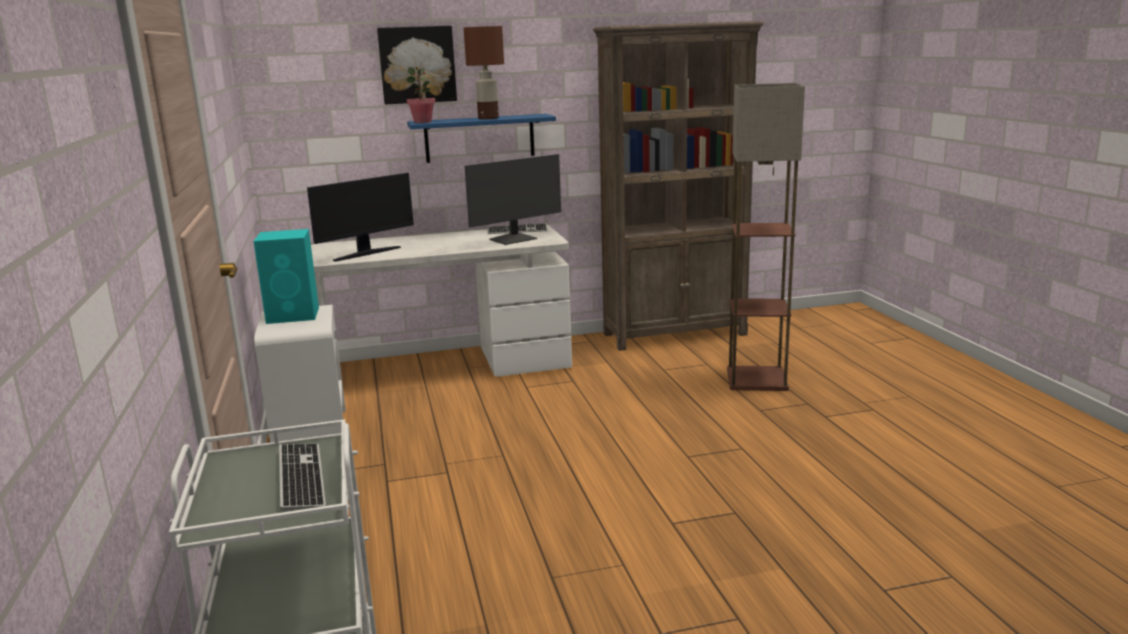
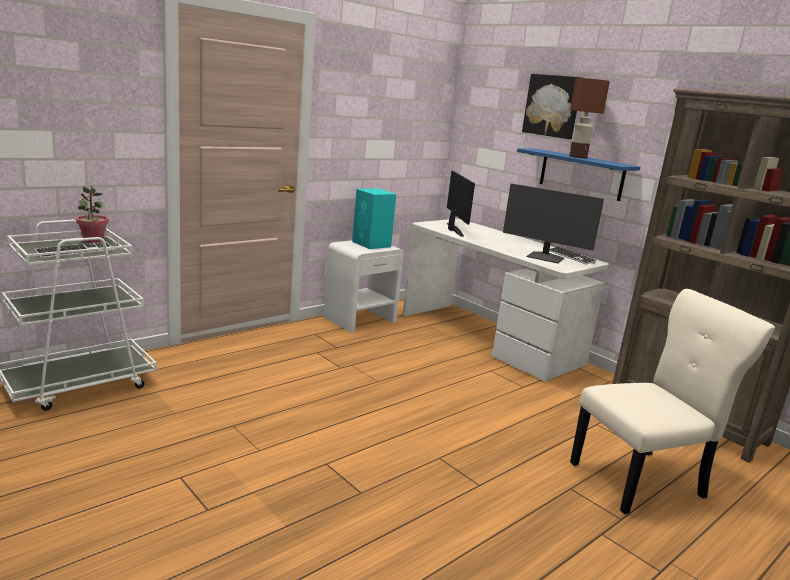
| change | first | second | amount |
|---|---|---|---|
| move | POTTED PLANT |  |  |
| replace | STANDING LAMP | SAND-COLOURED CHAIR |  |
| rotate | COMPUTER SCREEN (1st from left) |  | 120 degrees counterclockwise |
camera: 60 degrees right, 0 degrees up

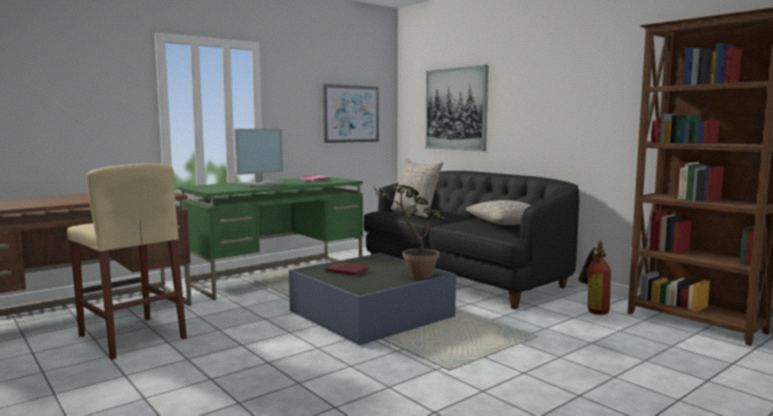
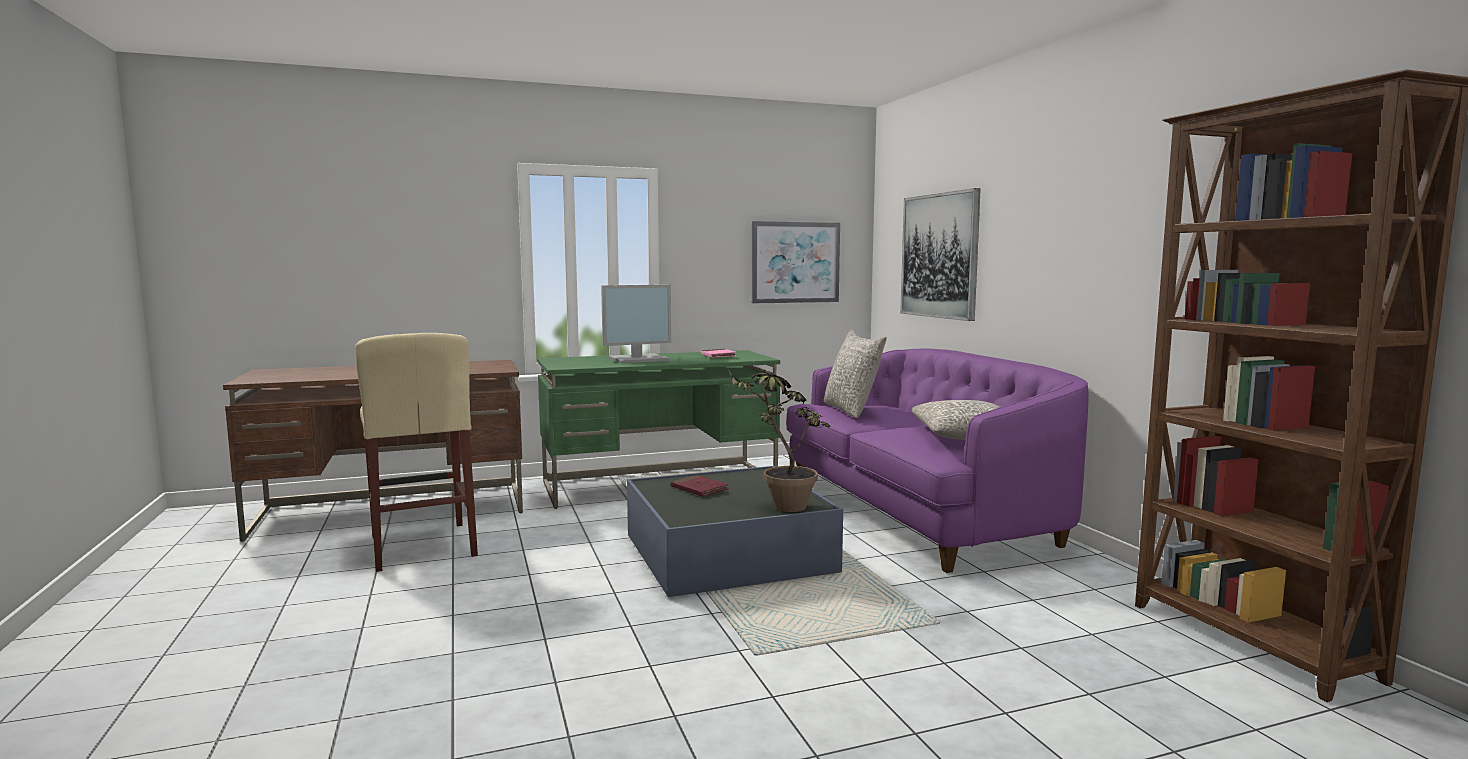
| change | first | second | amount |
|---|---|---|---|
| recolor | BLACK SOFA | PURPLE SOFA |  |
| delete | FIRE EXTINGUISHER |  |  |
camera: 20 degrees right, 0 degrees up

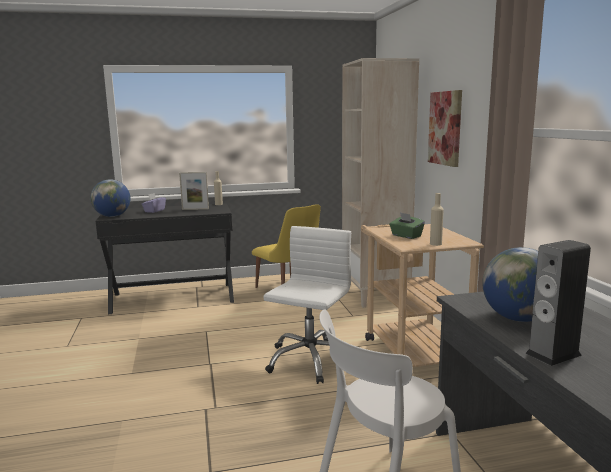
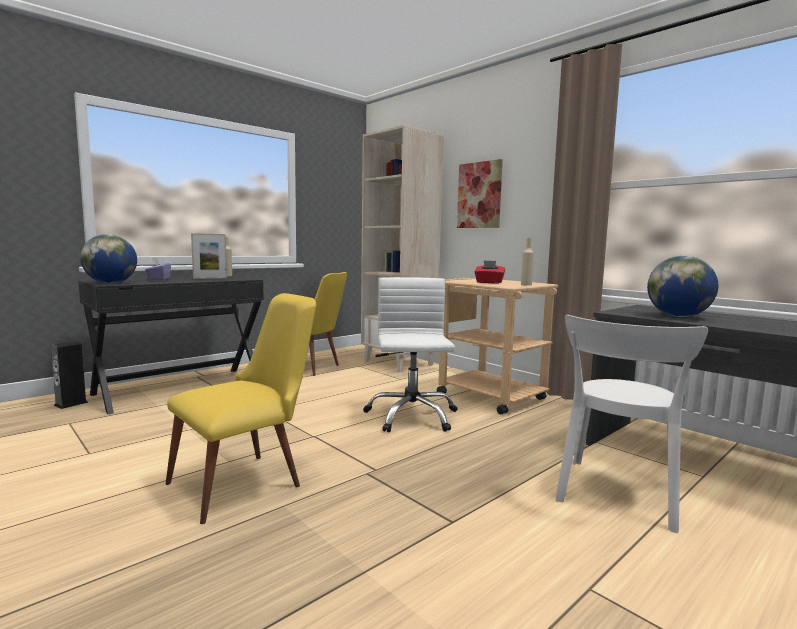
| change | first | second | amount |
|---|---|---|---|
| recolor | GREEN-COLOURED BOX OF TISSUES | RED-COLOURED BOX OF TISSUES |  |
| move | LOUDSPEAKER |  |  |
| insert |  | YELLOWISH CHAIR (1st from left) |  |
camera: 30 degrees left, 5 degrees down

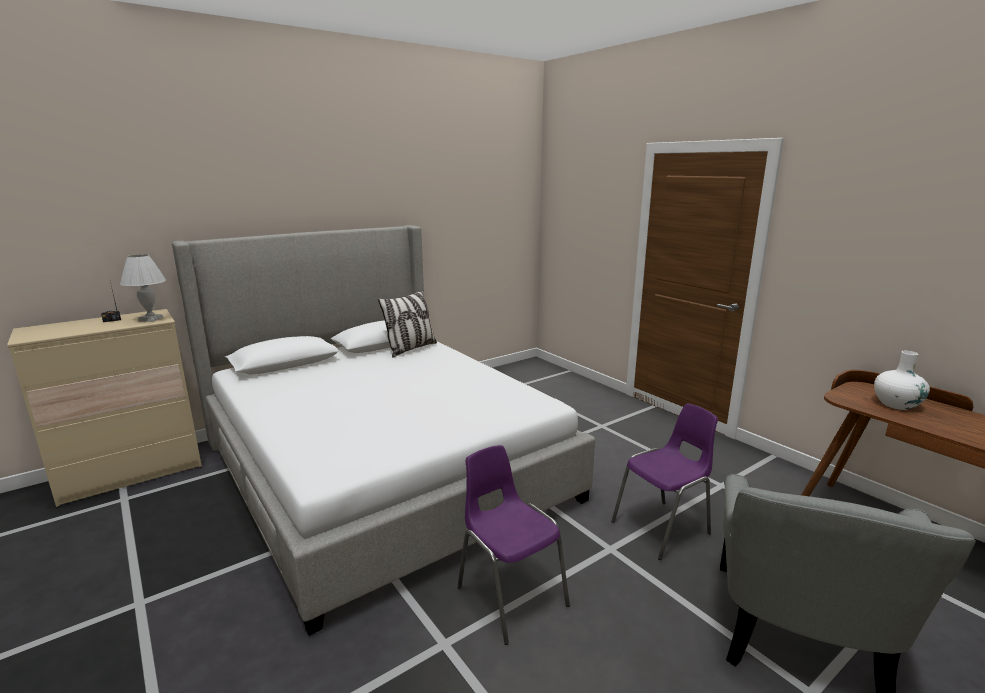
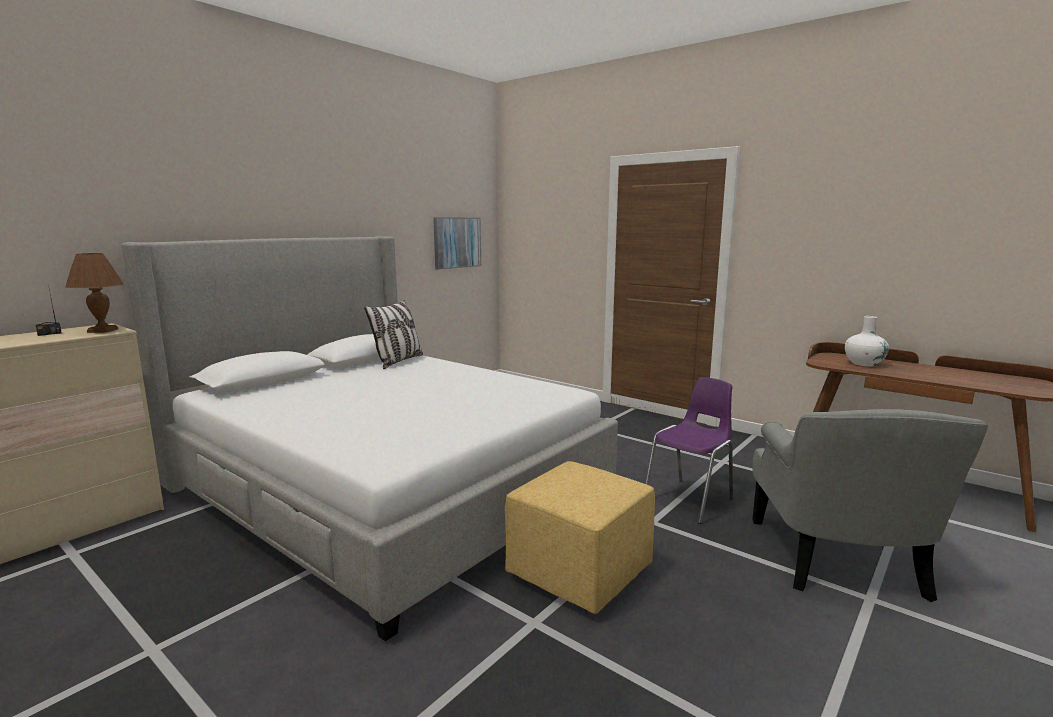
| change | first | second | amount |
|---|---|---|---|
| recolor | WHITISH LAMP FOR A TABLE | BROWN-COLOURED LAMP FOR A TABLE |  |
| replace | PURPLE CHAIR (1st from left) | YELLOWISH POUFFE |  |
| insert |  | WALL PICTURE |  |
camera: 15 degrees left, 5 degrees down

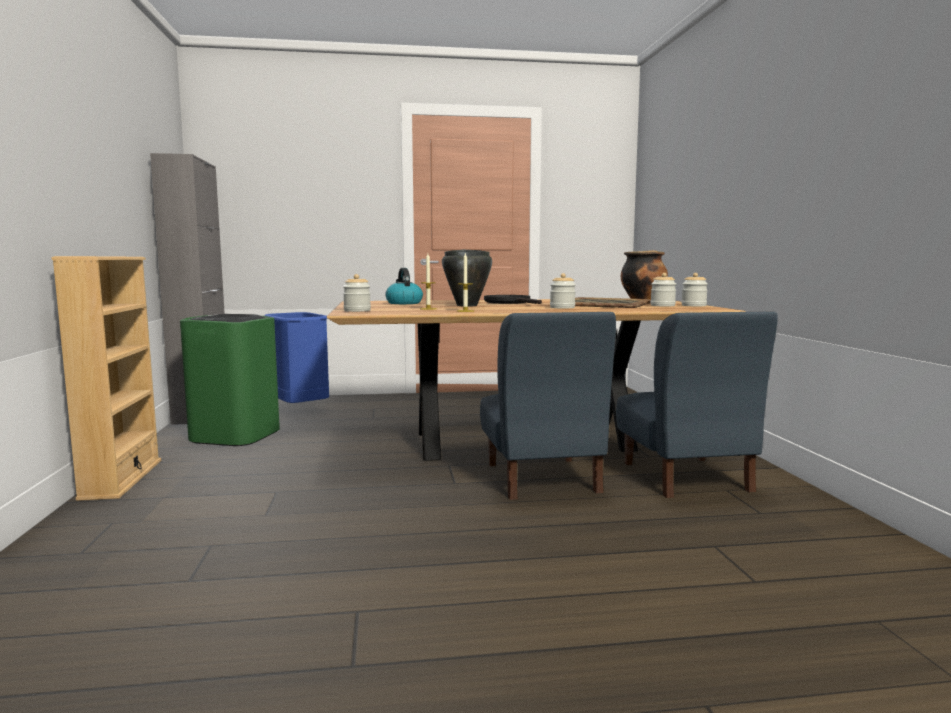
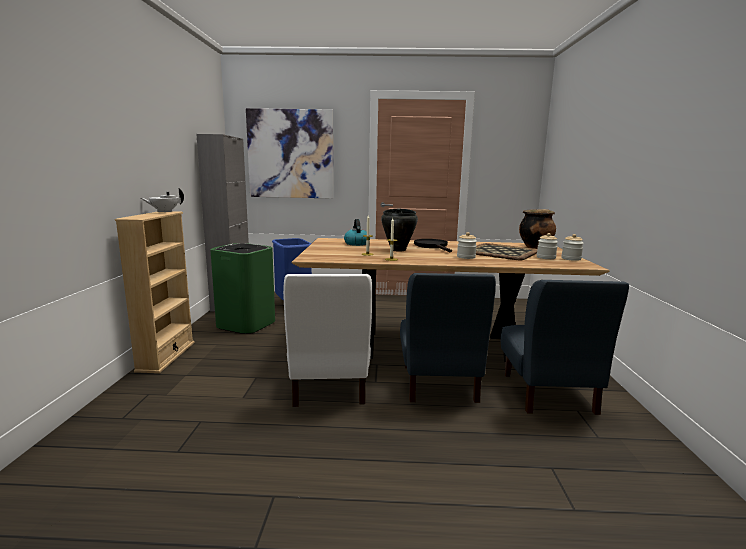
| change | first | second | amount |
|---|---|---|---|
| delete | PRESERVE JAR (1st from left) |  |  |
| insert |  | WALL PICTURE |  |
| insert |  | WHITISH TEAPOT |  |
| insert |  | WHITISH CHAIR |  |
camera: 10 degrees right, 5 degrees up

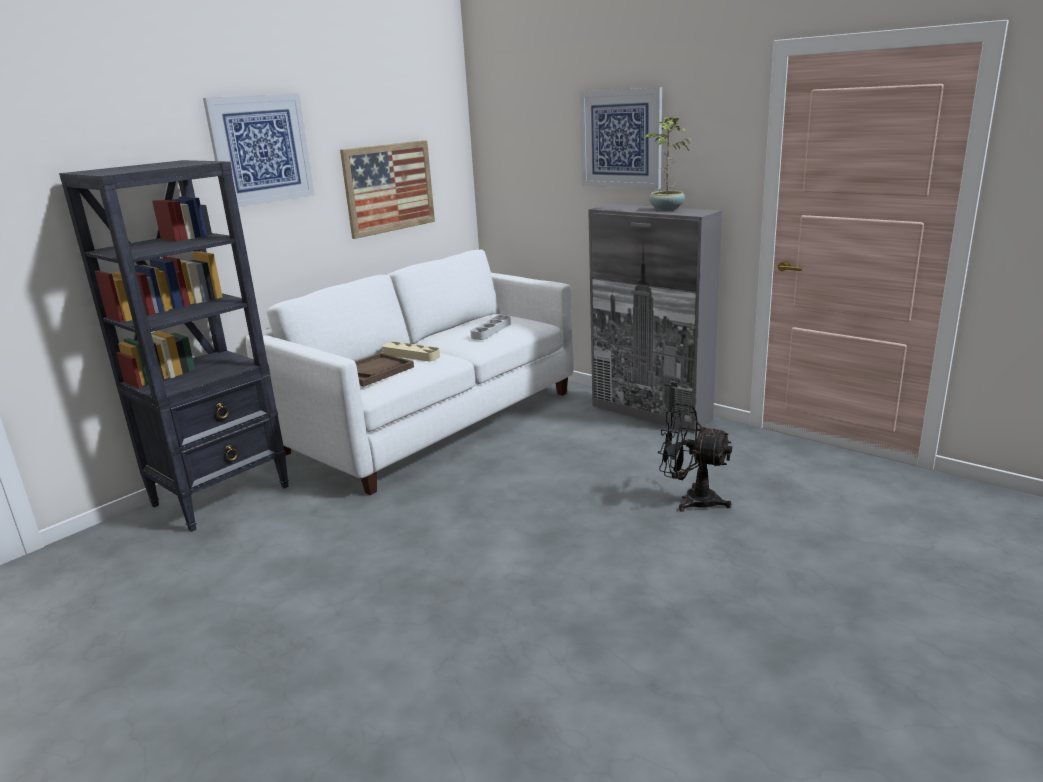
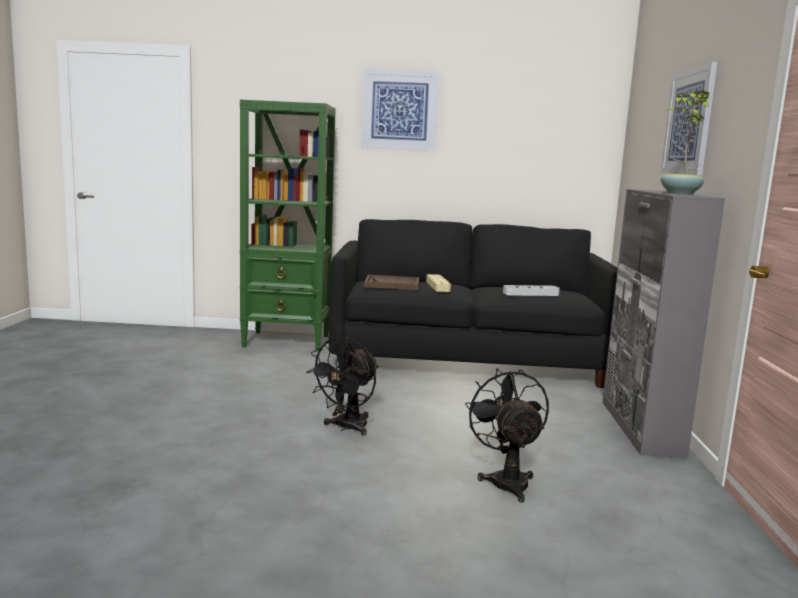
| change | first | second | amount |
|---|---|---|---|
| delete | WALL PICTURE (2nd from left) |  |  |
| recolor | BLACK BOOKSHELF | GREEN-COLOURED BOOKSHELF |  |
| recolor | WHITISH SOFA | BLACK SOFA |  |
| insert |  | BLACK ELECTRIC FAN (1st from left) |  |
camera: 50 degrees right, 10 degrees down

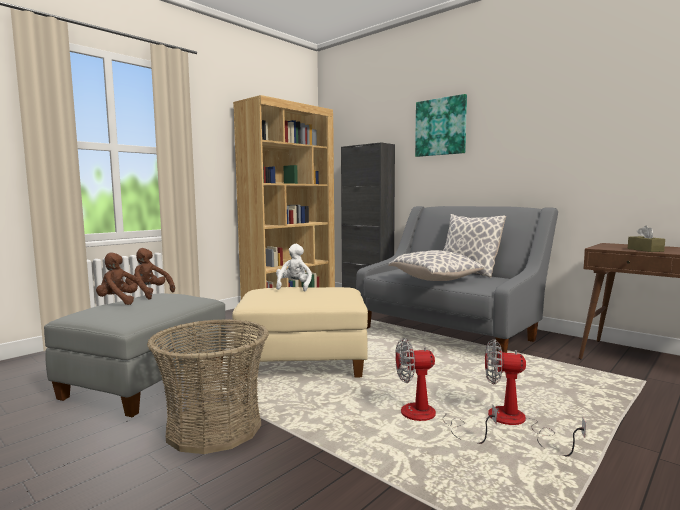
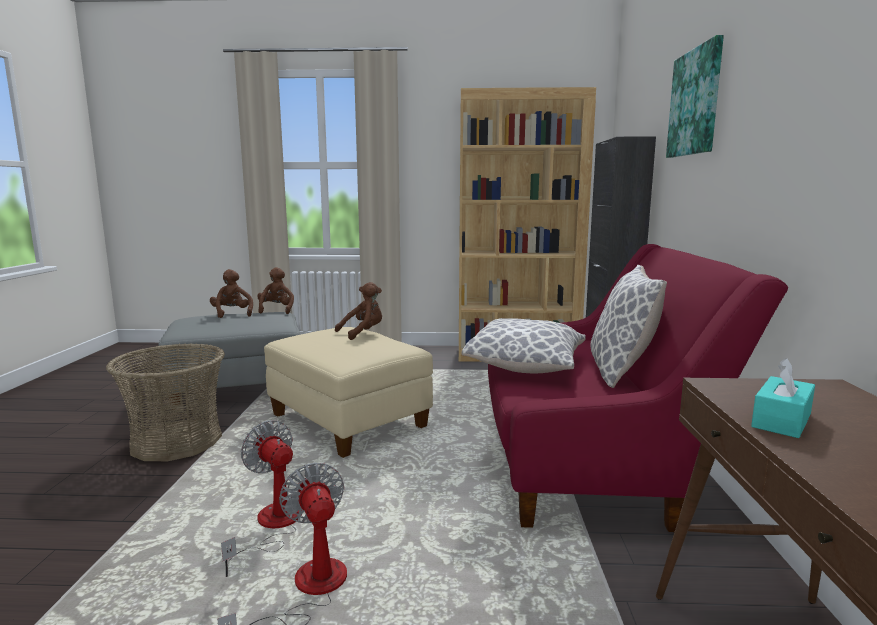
| change | first | second | amount |
|---|---|---|---|
| recolor | GREYISH SOFA | RED-COLOURED SOFA |  |
| recolor | BROWN-COLOURED BOX OF TISSUES | BLUE-GREEN BOX OF TISSUES |  |
| recolor | WHITISH SOFT TOY | BROWN-COLOURED SOFT TOY (3rd from left) |  |
camera: 50 degrees right, 5 degrees up

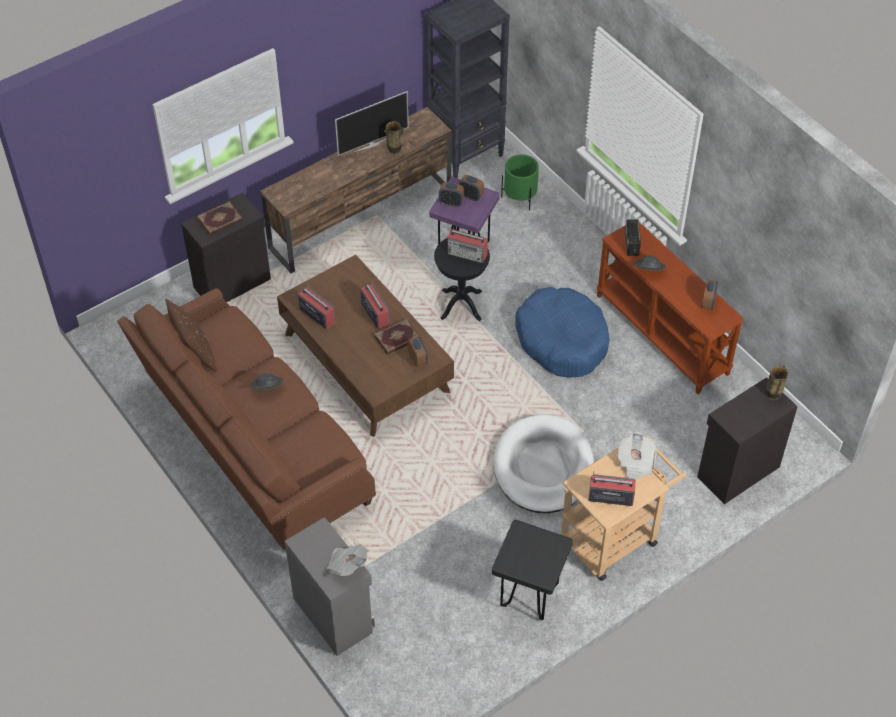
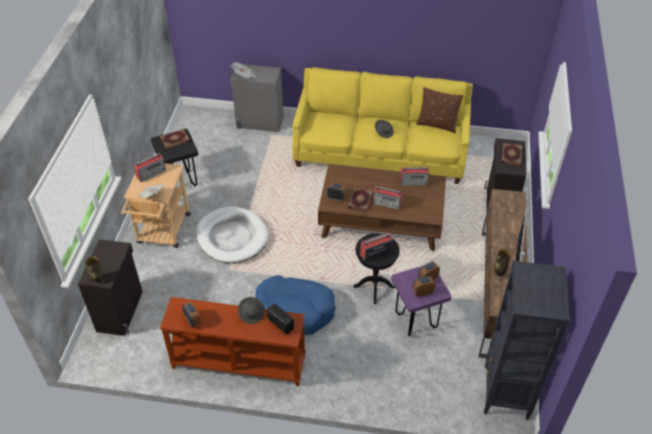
| change | first | second | amount |
|---|---|---|---|
| delete | GREEN-COLOURED PLANTER |  |  |
| recolor | BROWN-COLOURED SOFA | YELLOWISH SOFA |  |
| insert |  | BOUND BOOK (1st from left) |  |
camera: 135 degrees right, 5 degrees down

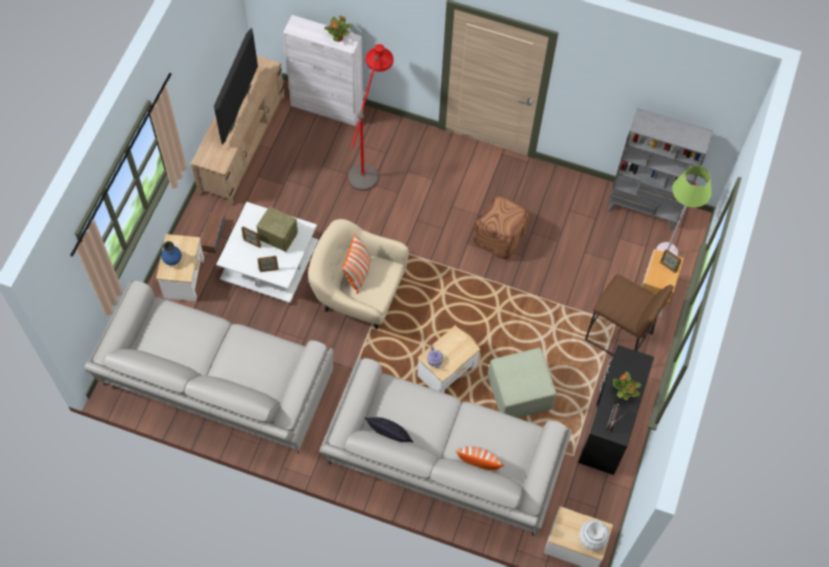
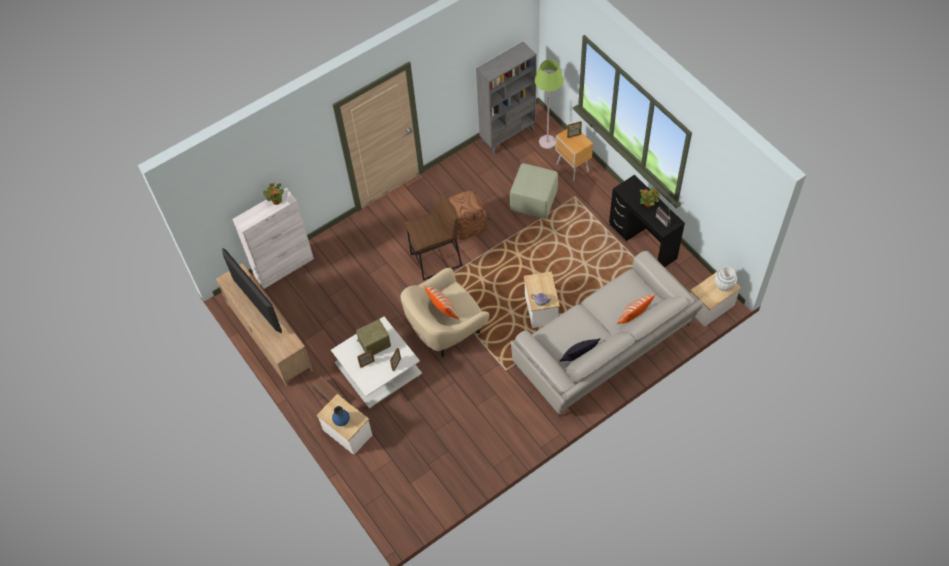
| change | first | second | amount |
|---|---|---|---|
| delete | RED-COLOURED STANDING LAMP |  |  |
| move | BROWN-COLOURED STOOL |  |  |
| delete | GREYISH SOFA (1st from left) |  |  |
| move | GREEN-COLOURED POUFFE |  |  |
camera: 50 degrees left, 5 degrees down

